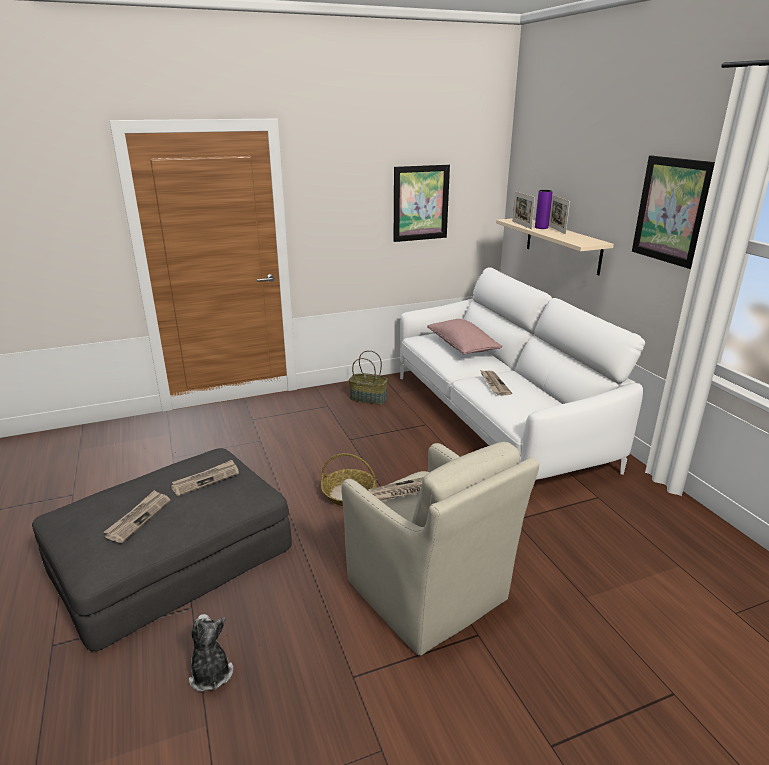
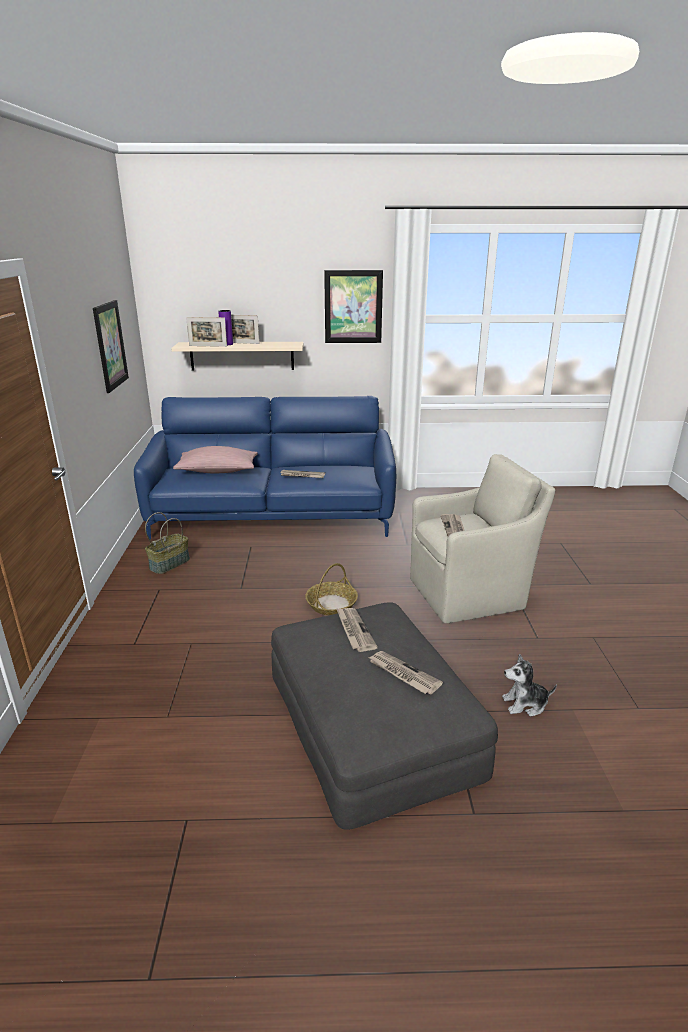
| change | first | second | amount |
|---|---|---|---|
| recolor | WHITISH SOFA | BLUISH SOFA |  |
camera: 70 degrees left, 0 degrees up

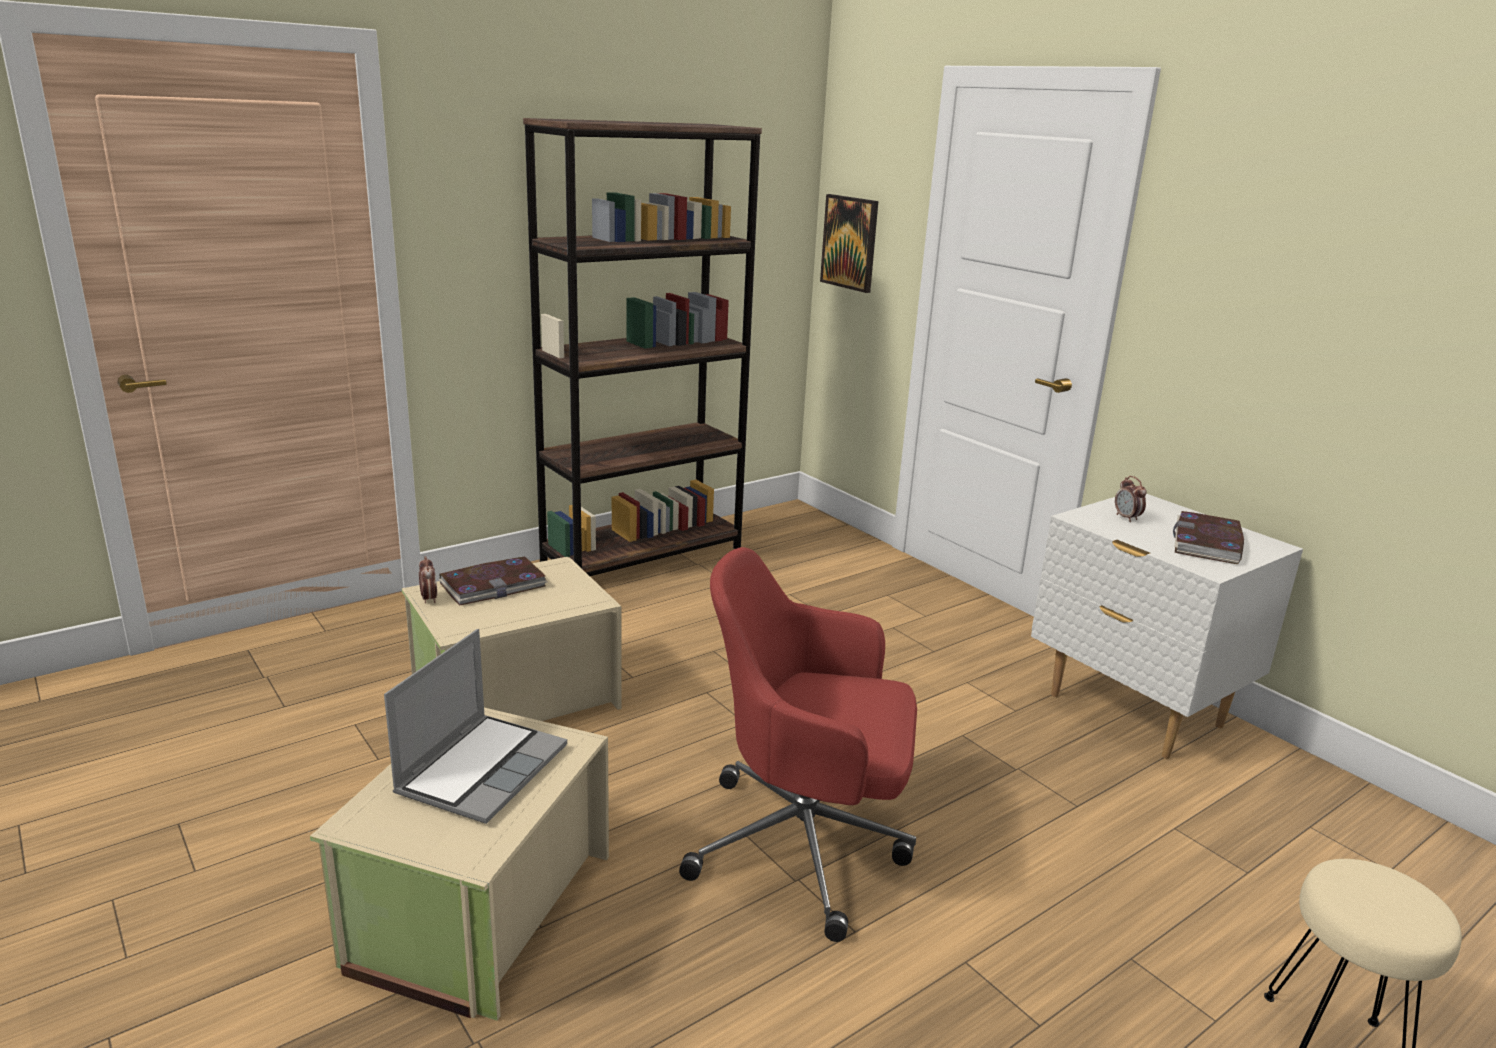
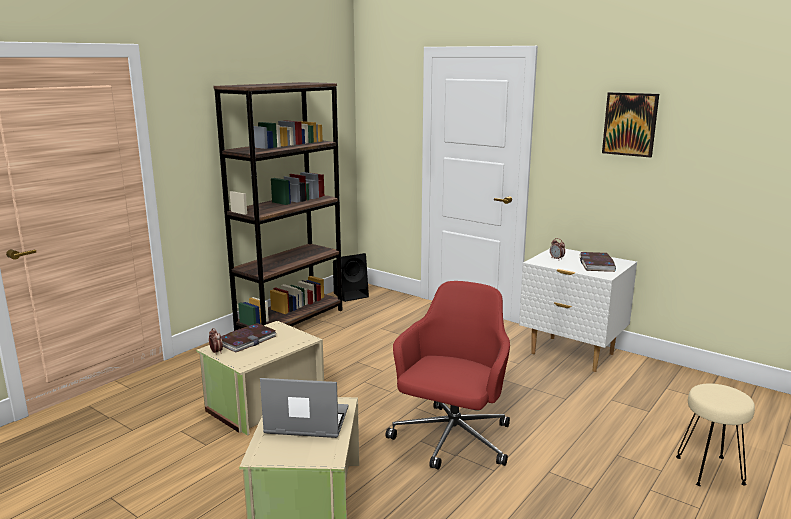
| change | first | second | amount |
|---|---|---|---|
| move | WALL PICTURE |  |  |
| rotate | RED-COLOURED OFFICE CHAIR |  | 120 degrees clockwise |
| rotate | NOTEBOOK COMPUTER |  | 90 degrees counterclockwise |
| insert |  | BLACK LOUDSPEAKER |  |
camera: 15 degrees left, 5 degrees down

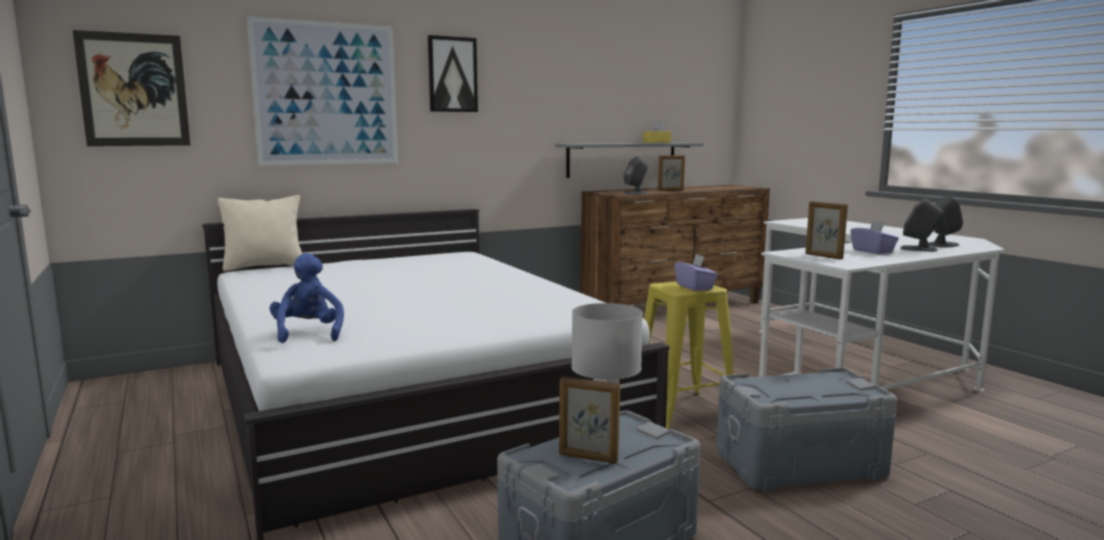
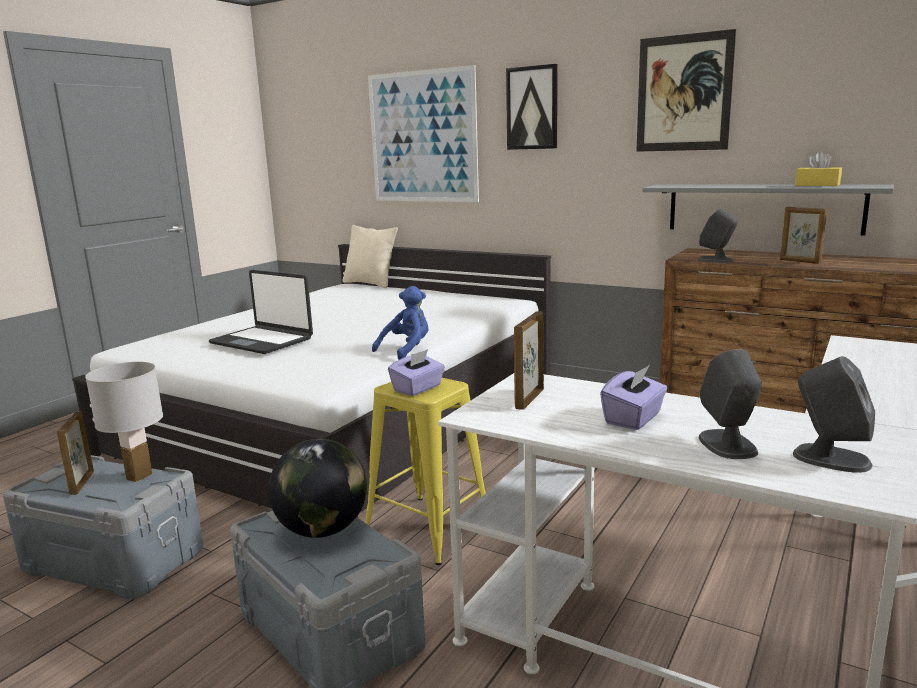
| change | first | second | amount |
|---|---|---|---|
| move | WALL PICTURE (1st from left in the first image) | WALL PICTURE (3rd from left) |  |
| move | BLUISH SOFT TOY |  |  |
| insert |  | NOTEBOOK COMPUTER |  |
| insert |  | WORLD GLOBE |  |
camera: 60 degrees right, 5 degrees up

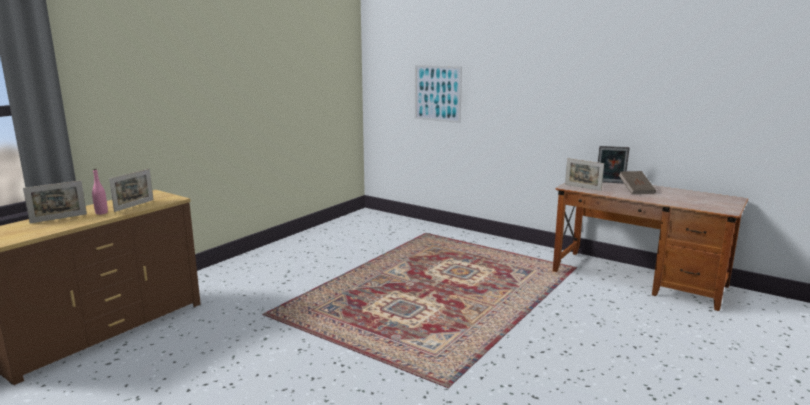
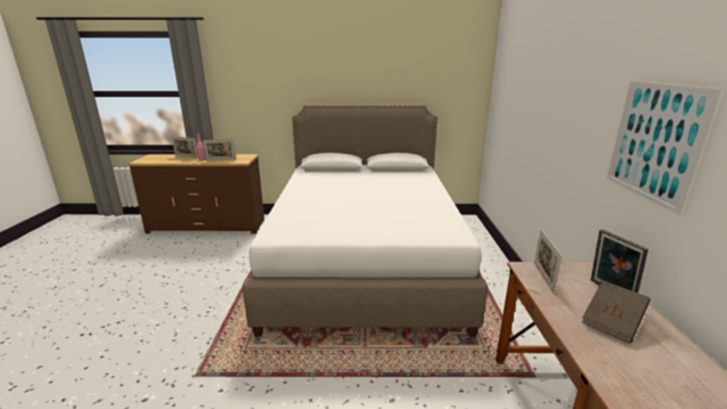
| change | first | second | amount |
|---|---|---|---|
| move | WALL PICTURE |  |  |
| insert |  | WHITISH BED |  |
camera: 55 degrees right, 5 degrees up

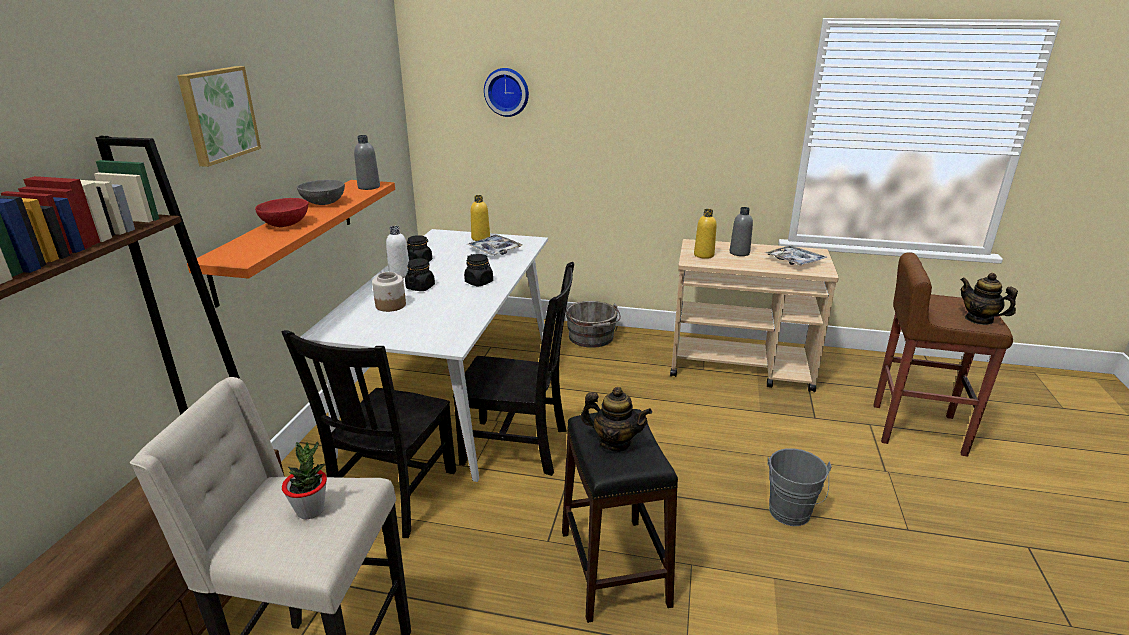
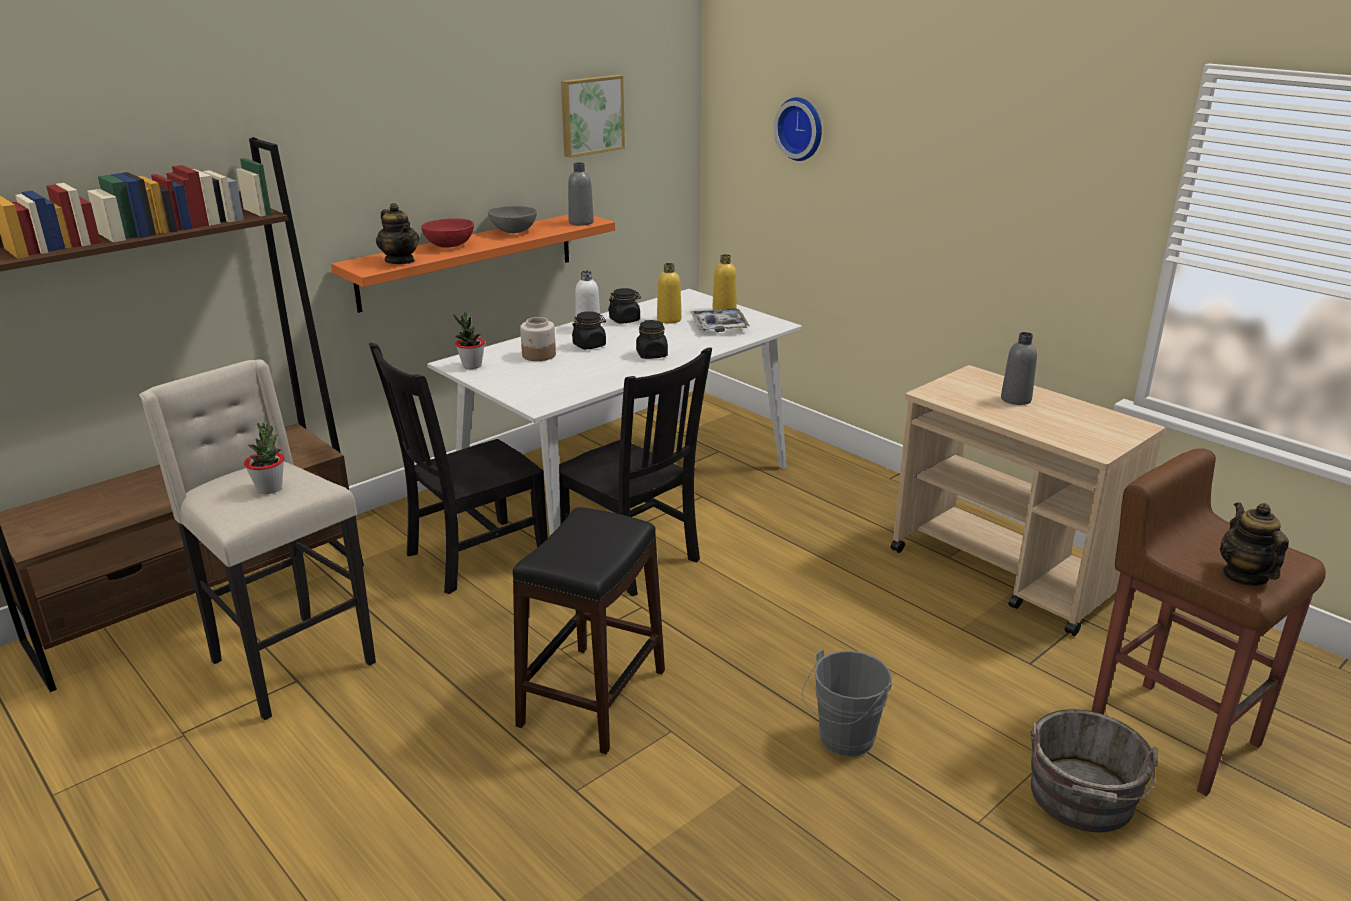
| change | first | second | amount |
|---|---|---|---|
| move | WALL PICTURE |  |  |
| move | YELLOWISH DRINK BOTTLE (2nd from left in the first image) | YELLOWISH DRINK BOTTLE (1st from left) |  |
| delete | CARRYING TRAY (2nd from left) |  |  |
| move | GREYISH PAIL (1st from left in the first image) | GREYISH PAIL (2nd from left) |  |
| move | TEAPOT (1st from left) |  |  |
| insert |  | POTTED PLANT (2nd from left) |  |
camera: 35 degrees right, 0 degrees up

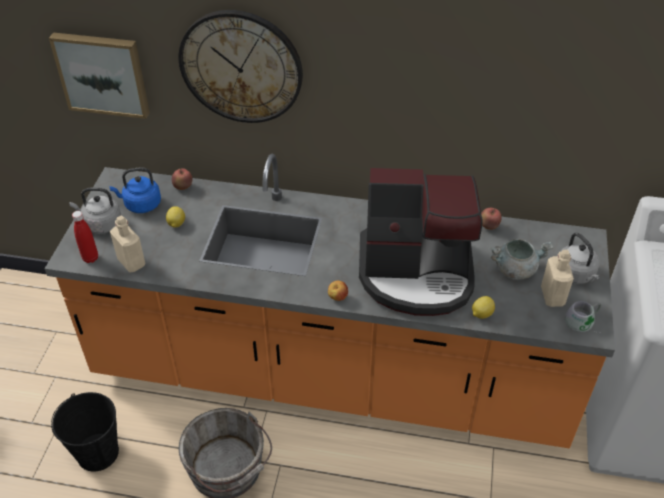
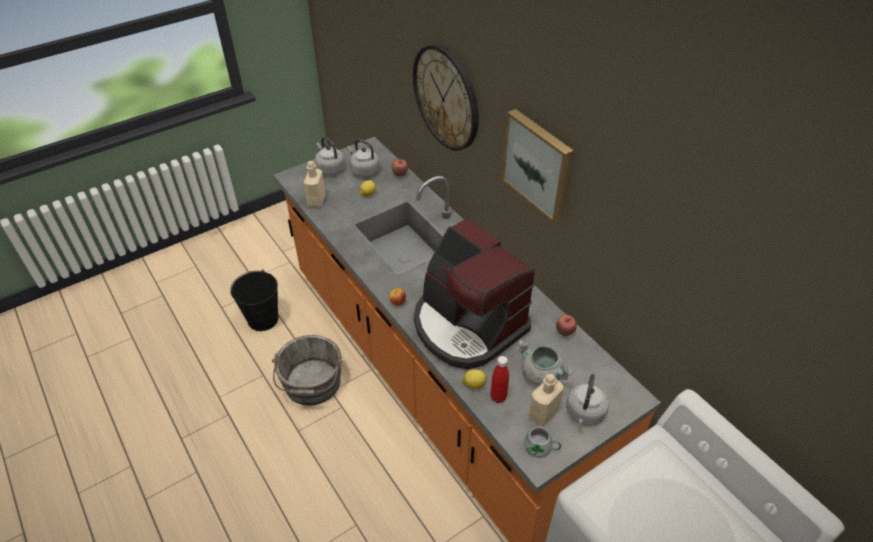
| change | first | second | amount |
|---|---|---|---|
| move | WALL PICTURE |  |  |
| recolor | BLUISH KETTLE | GREYISH KETTLE (2nd from left) |  |
| move | RED-COLOURED DRINK BOTTLE |  |  |
camera: 45 degrees right, 0 degrees up

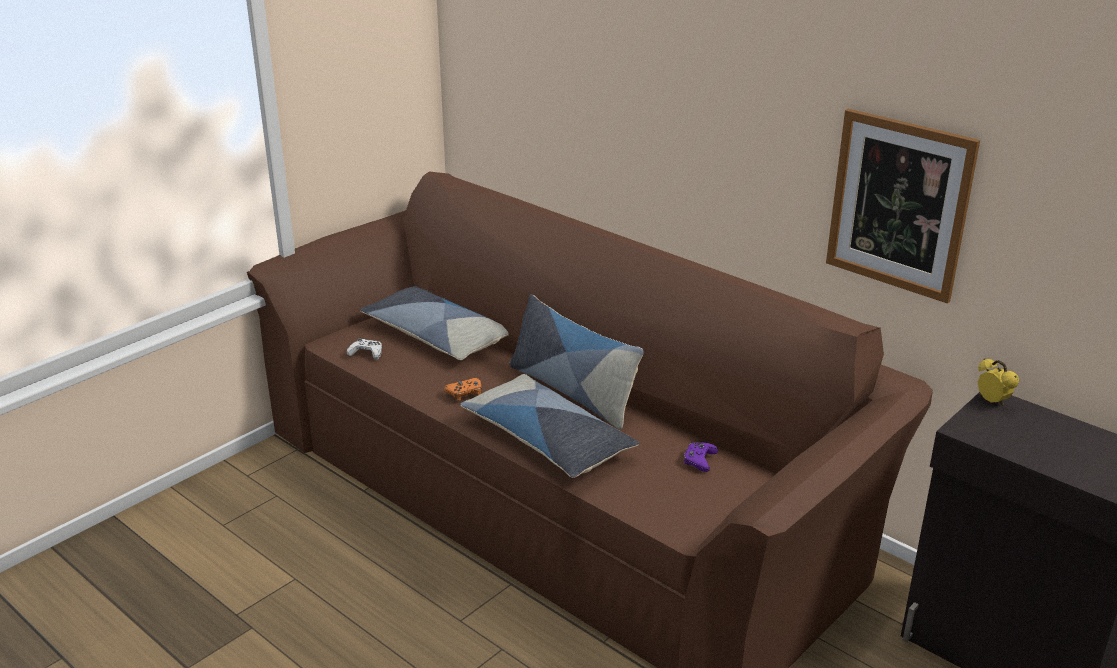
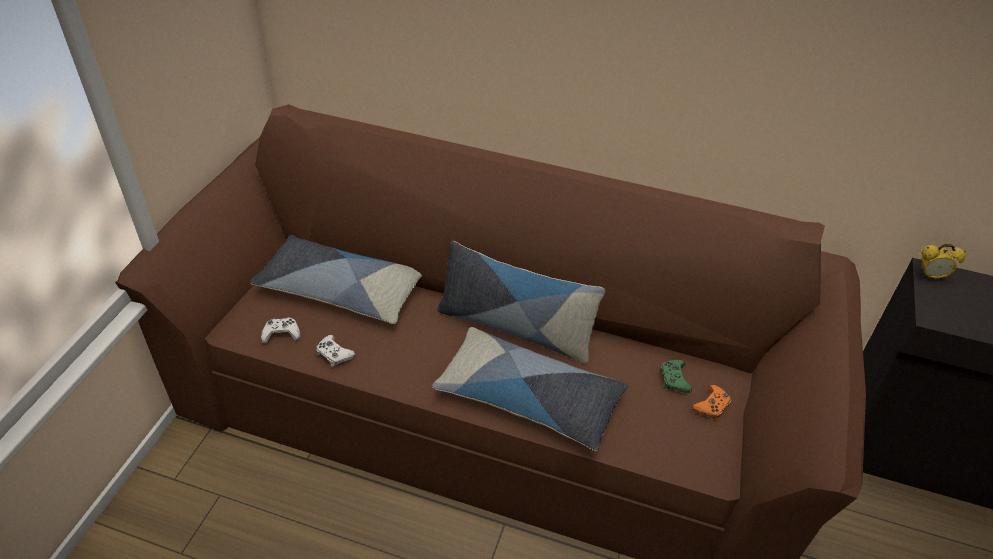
| change | first | second | amount |
|---|---|---|---|
| delete | WALL PICTURE |  |  |
| rotate | ALARM CLOCK |  | 150 degrees clockwise |
| move | ORANGEY GAME CONTROLLER |  |  |
| recolor | PURPLE GAME CONTROLLER | GREEN-COLOURED GAME CONTROLLER |  |
| insert |  | WHITISH GAME CONTROLLER (2nd from left) |  |
camera: 25 degrees left, 15 degrees up

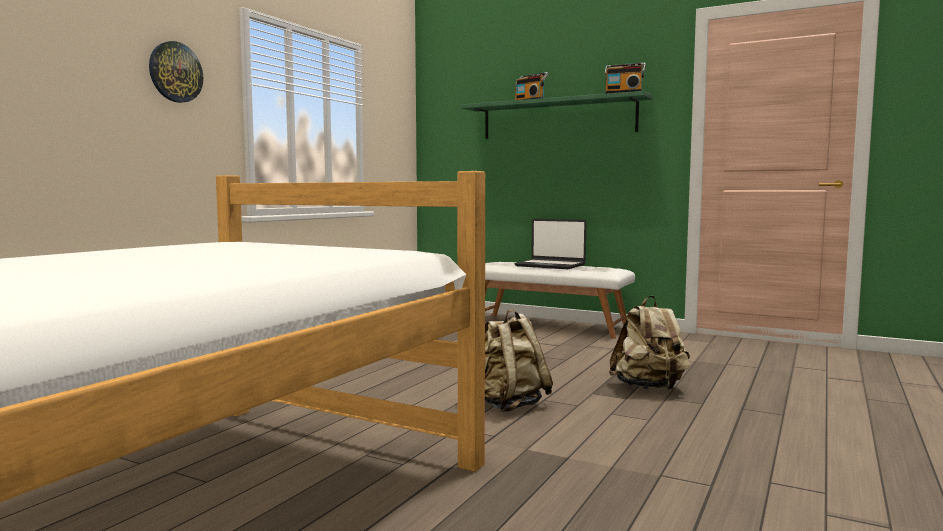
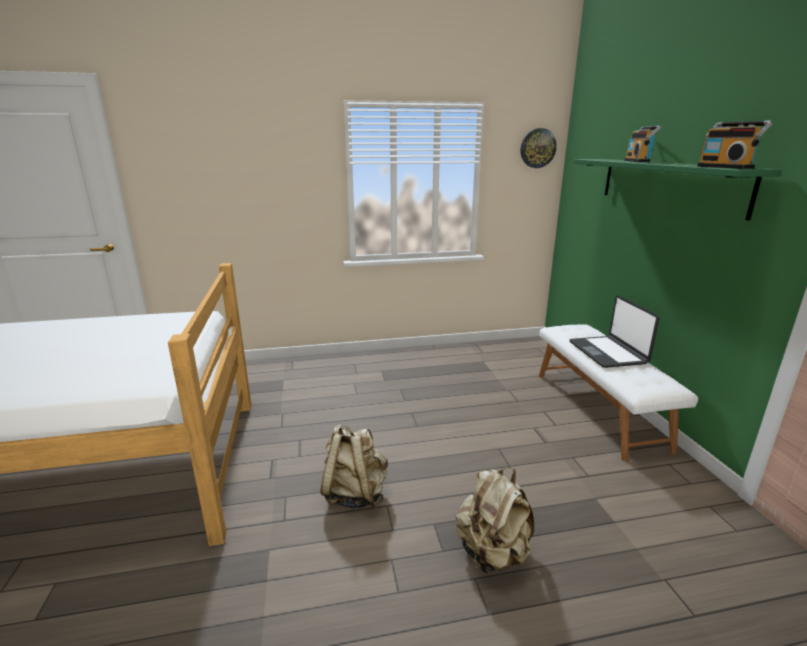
| change | first | second | amount |
|---|---|---|---|
| move | CLOCK ON THE WALL |  |  |
camera: 50 degrees right, 15 degrees up

